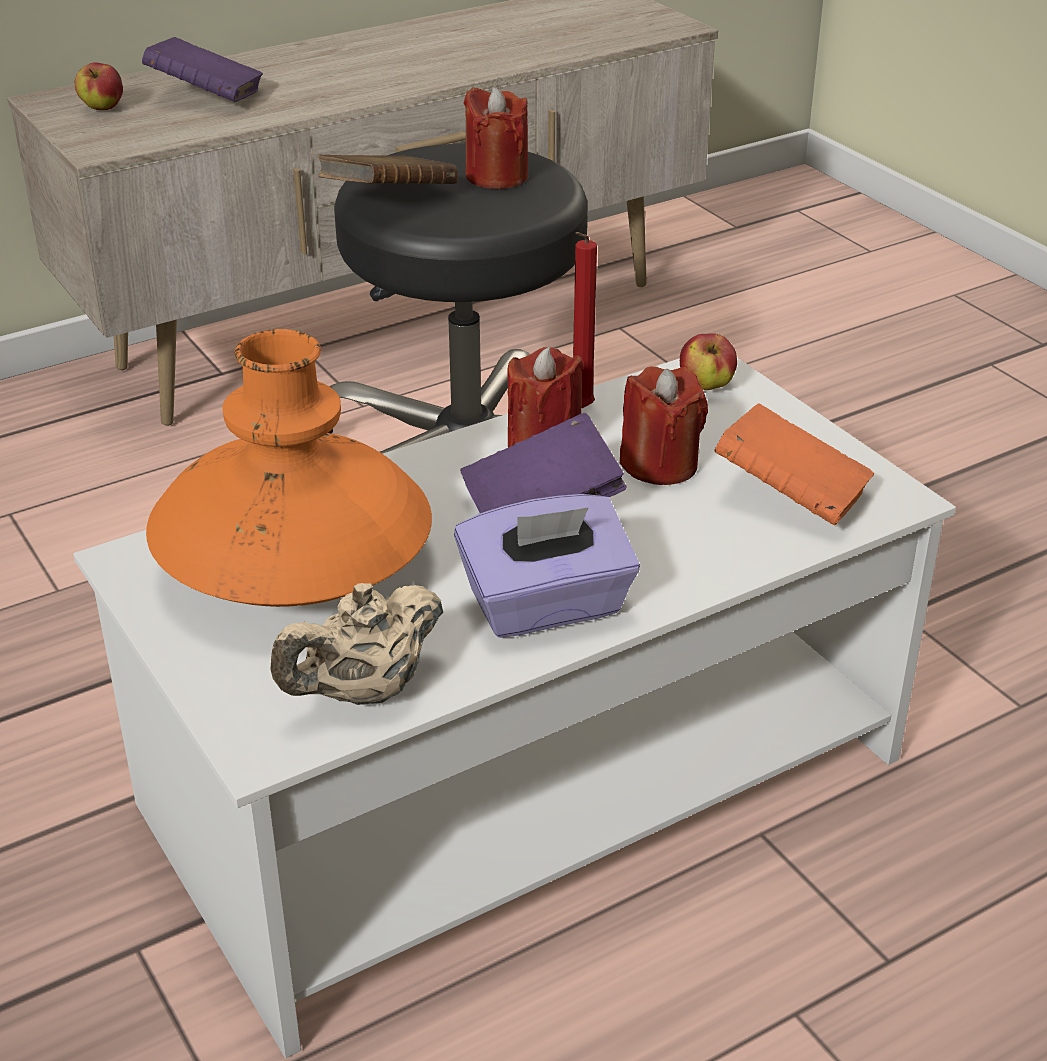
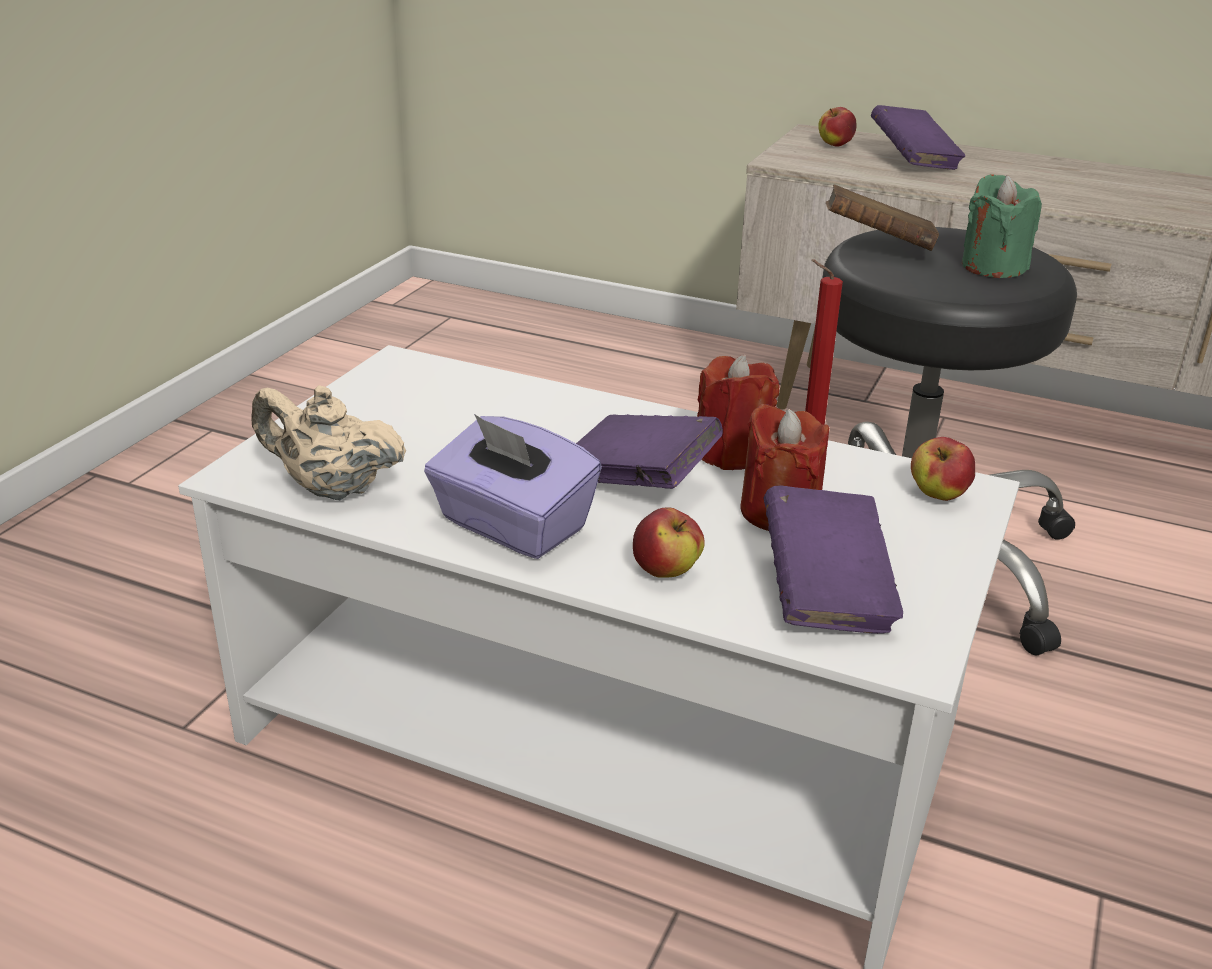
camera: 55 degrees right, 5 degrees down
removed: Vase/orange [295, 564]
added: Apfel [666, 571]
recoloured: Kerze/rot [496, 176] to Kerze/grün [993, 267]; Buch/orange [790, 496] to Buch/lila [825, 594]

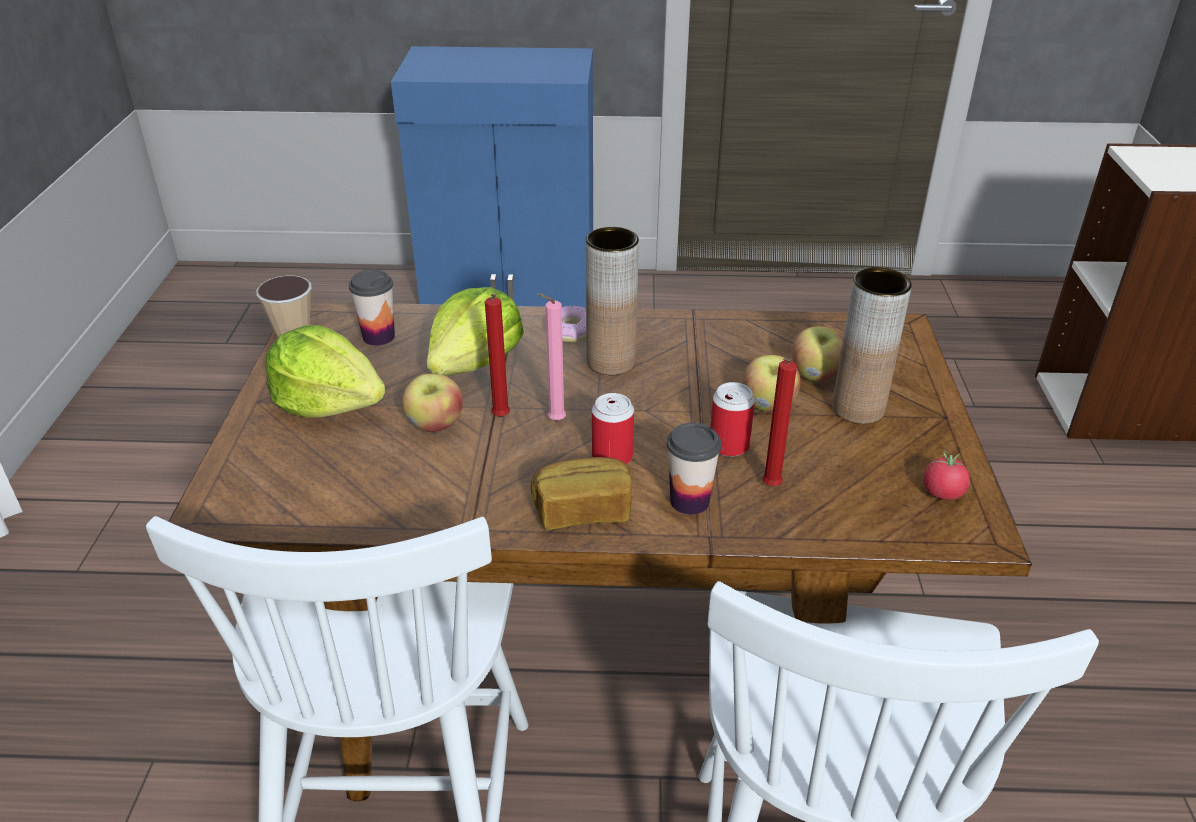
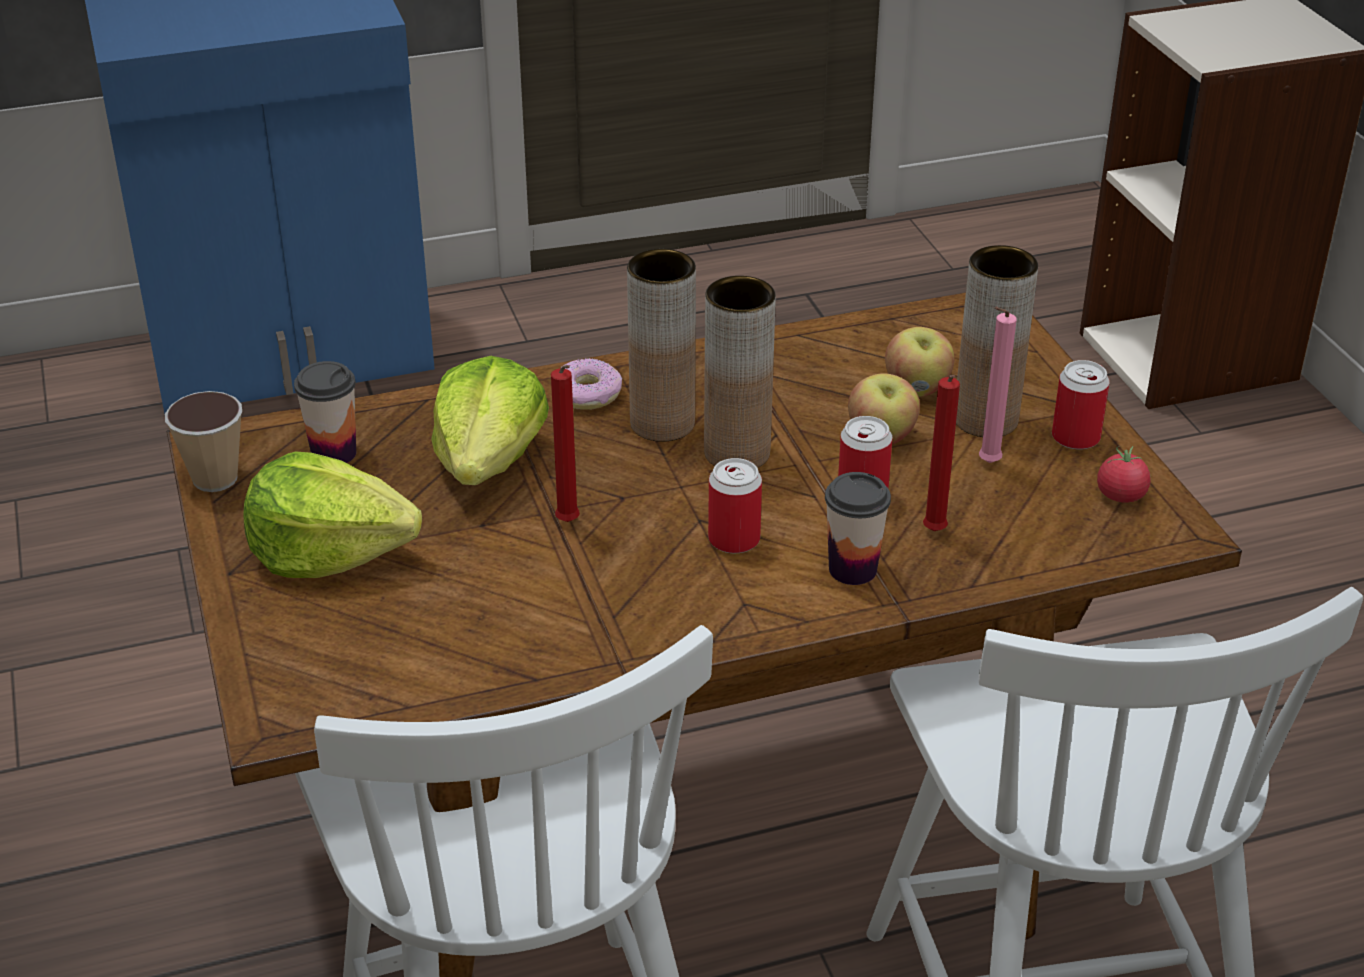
camera: 20 degrees left, 0 degrees up
removed: Apfel [435, 425]; Brot [583, 510]
added: Vase/braun [737, 453]; Dose [1075, 437]
moved: Kerze/rosa [553, 421] to [986, 464]

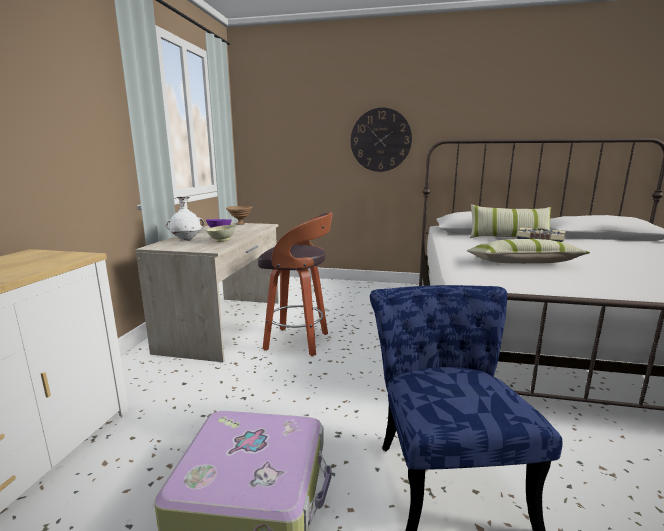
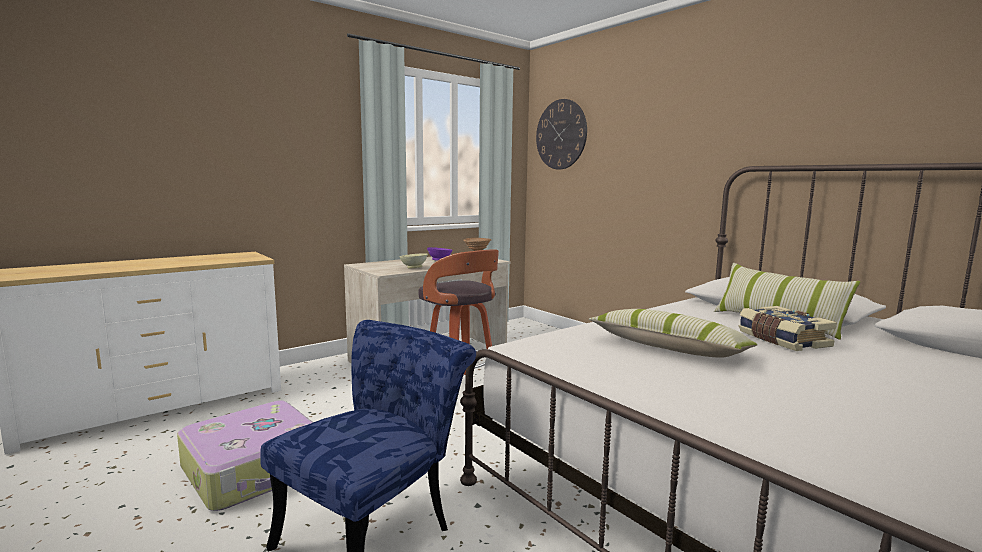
camera: 40 degrees right, 5 degrees down
removed: Vase/weiß [187, 240]
moved: Wanduhr [380, 140] to [561, 134]

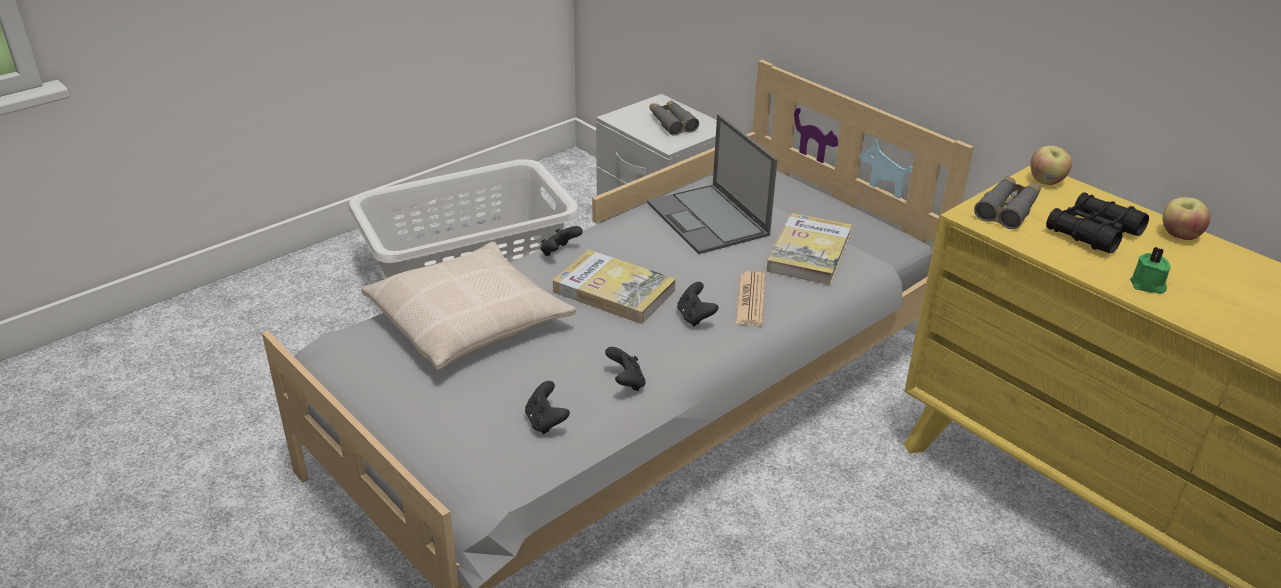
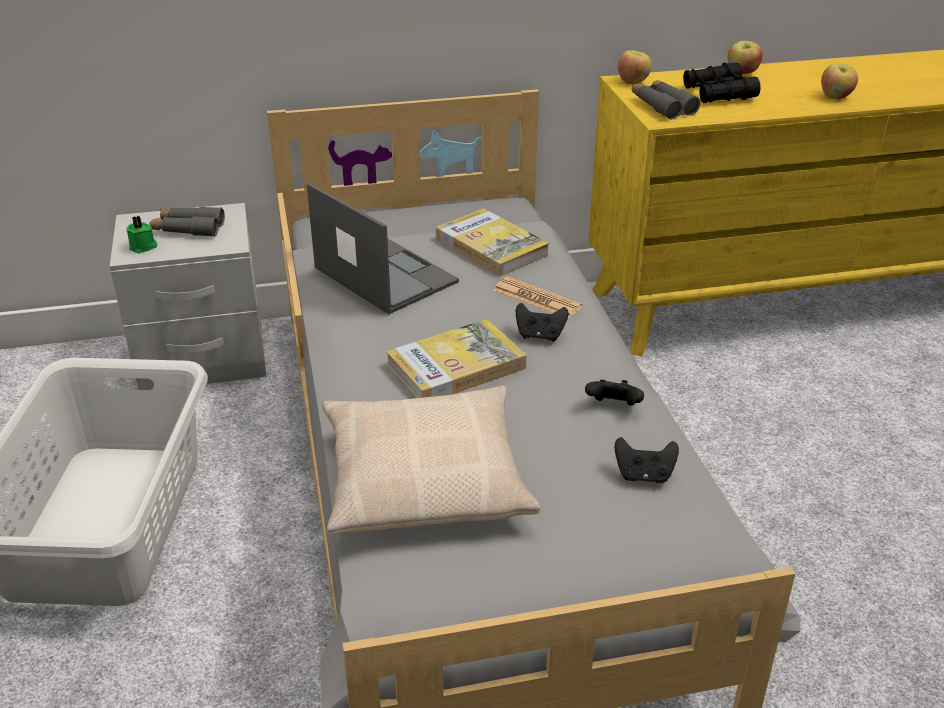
camera: 60 degrees left, 0 degrees up
removed: Gamepad/schwarz [559, 252]
added: Apfel [836, 97]
moved: Kerze/grün [1148, 286] to [143, 247]
turned: Laptop [708, 219] = [384, 274] 135 degrees counterclockwise

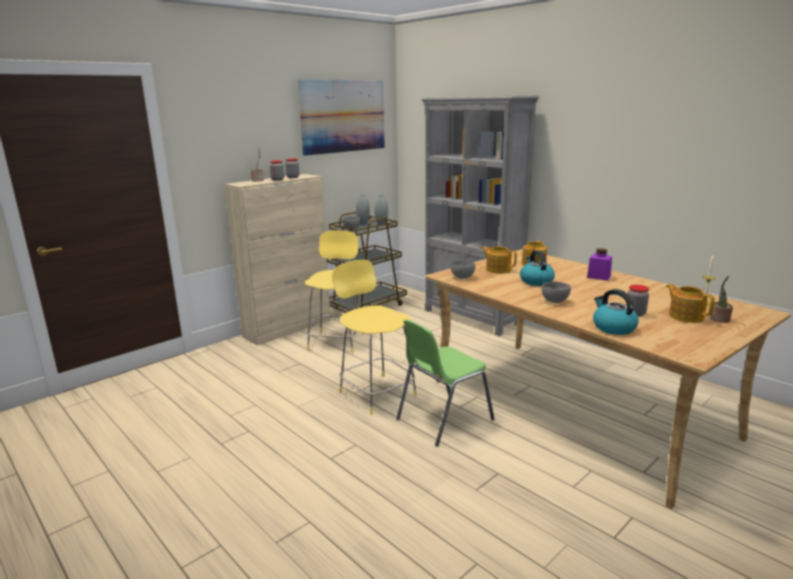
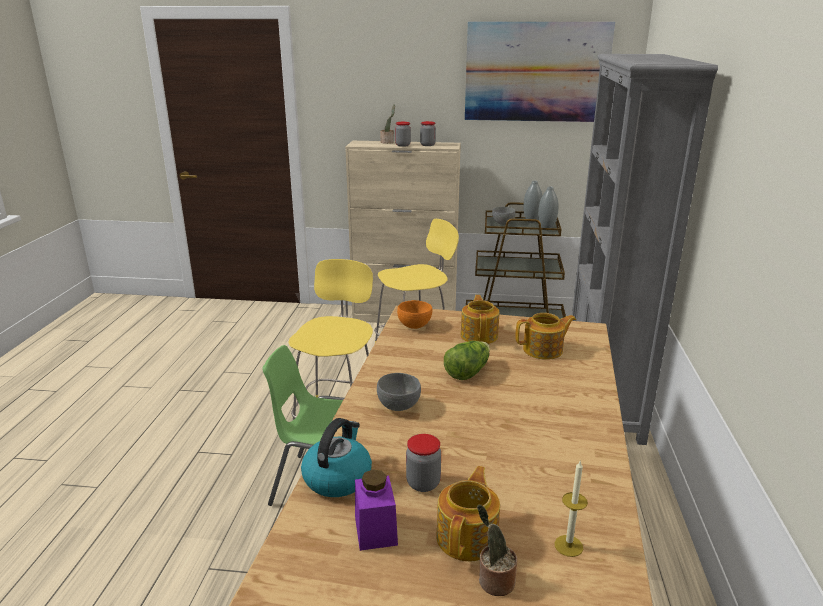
camera: 50 degrees right, 5 degrees up
moved: Vorratsglas/lila [598, 277] to [375, 530]
replaced: Wasserkessel [536, 281] to Salatkopf [467, 371]
recoloured: Schüssel/grau [462, 277] to Schüssel/orange [414, 326]

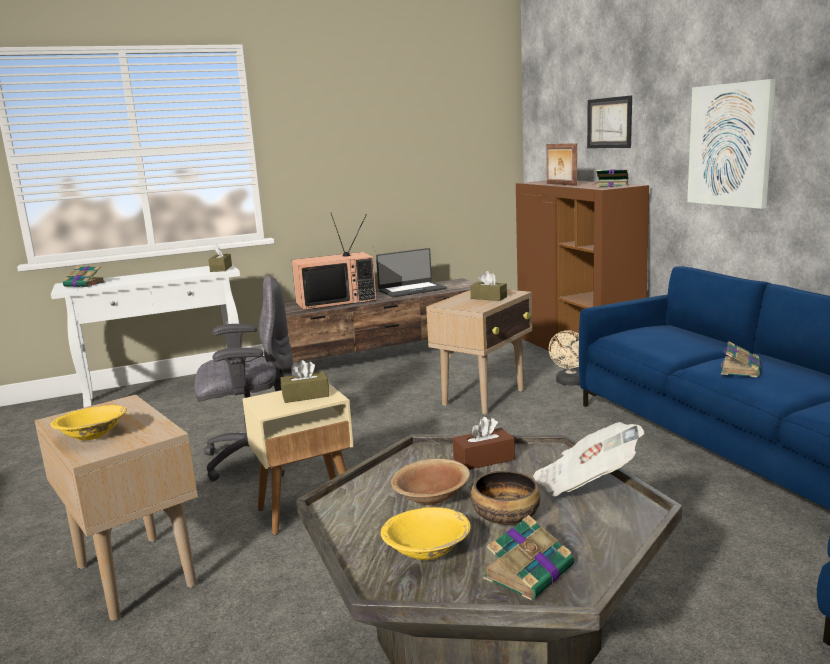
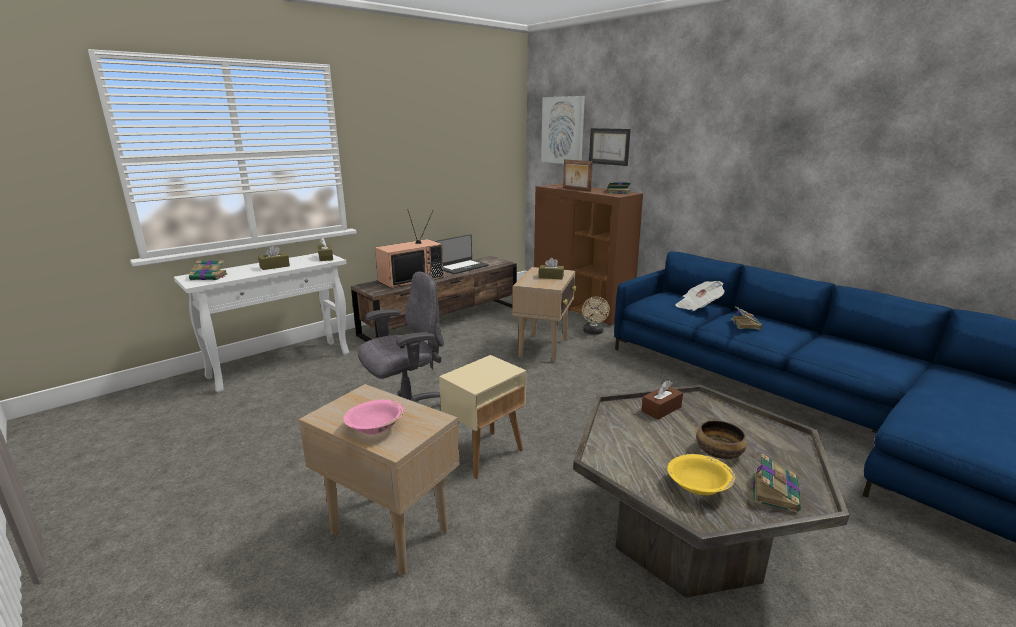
camera: 20 degrees left, 5 degrees up
removed: Schüssel/braun [431, 497]
moved: Taschentuchbox/braun [305, 396] to [274, 266]; Zeitung [585, 483] to [698, 306]; Bild [730, 145] to [563, 130]
recoloured: Schüssel/gelb [92, 435] to Schüssel/rosa [375, 428]

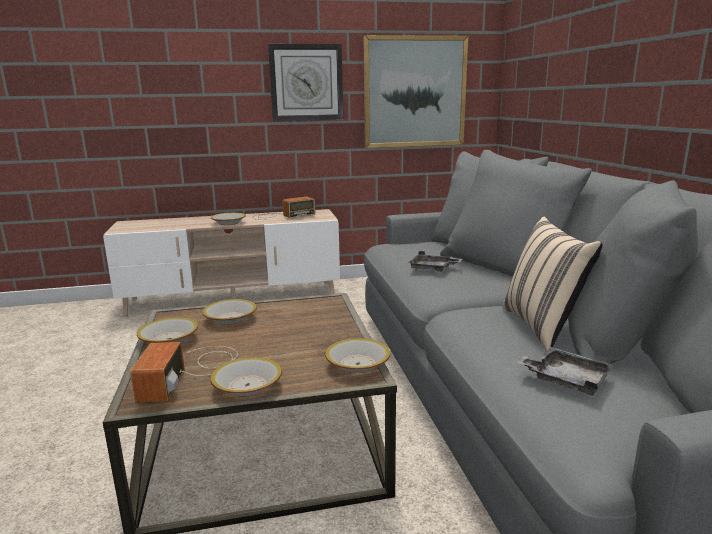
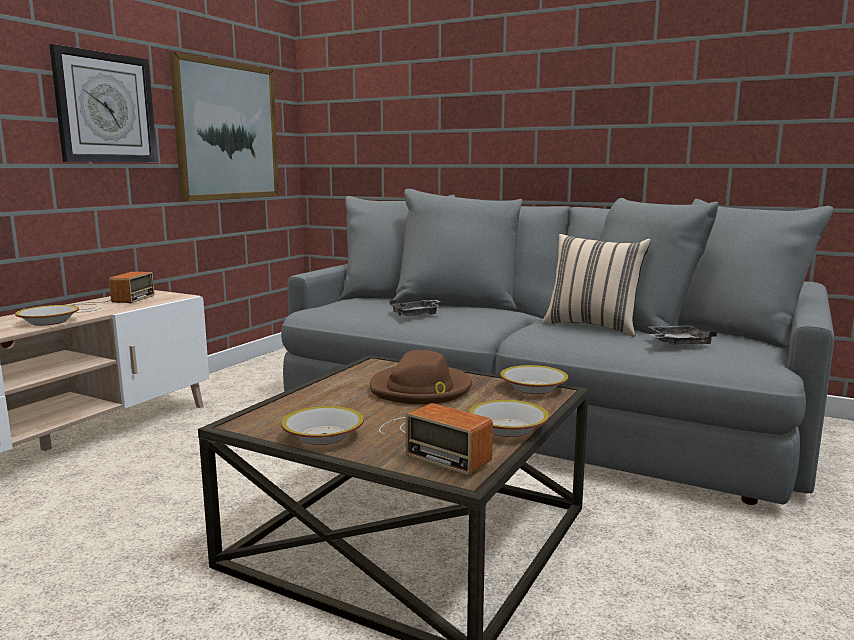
camera: 50 degrees left, 5 degrees down
removed: Schüssel [230, 319]
added: Hut/braun [421, 389]

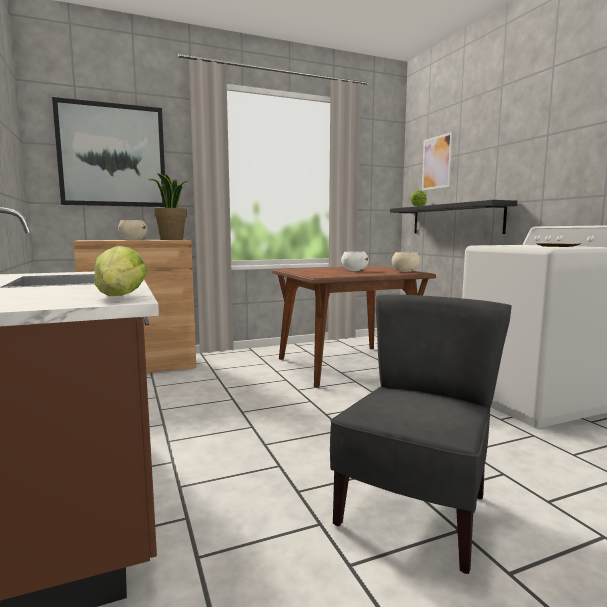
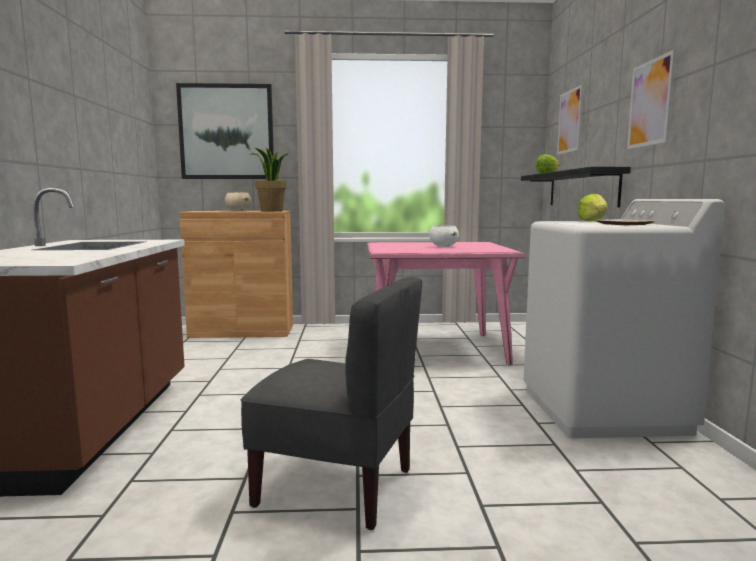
camera: 20 degrees right, 0 degrees up
removed: Schüssel/beige [405, 271]
added: Bild [650, 103]
moved: Salatkopf [120, 297] to [593, 221]
recoloured: Esstisch/braun [347, 365] to Esstisch/rosa [435, 349]
turned: Stuhl/grau [415, 512] = [337, 486] 60 degrees clockwise

